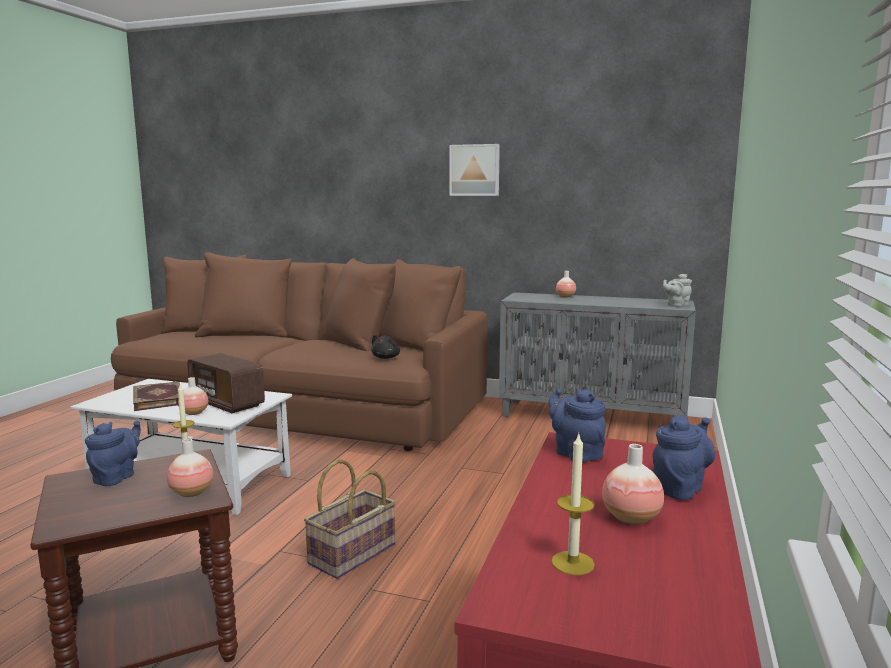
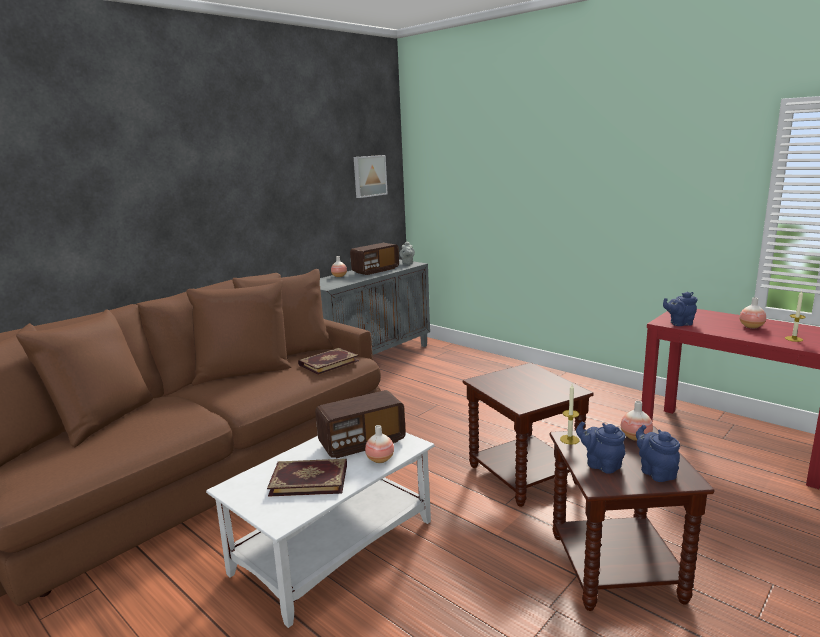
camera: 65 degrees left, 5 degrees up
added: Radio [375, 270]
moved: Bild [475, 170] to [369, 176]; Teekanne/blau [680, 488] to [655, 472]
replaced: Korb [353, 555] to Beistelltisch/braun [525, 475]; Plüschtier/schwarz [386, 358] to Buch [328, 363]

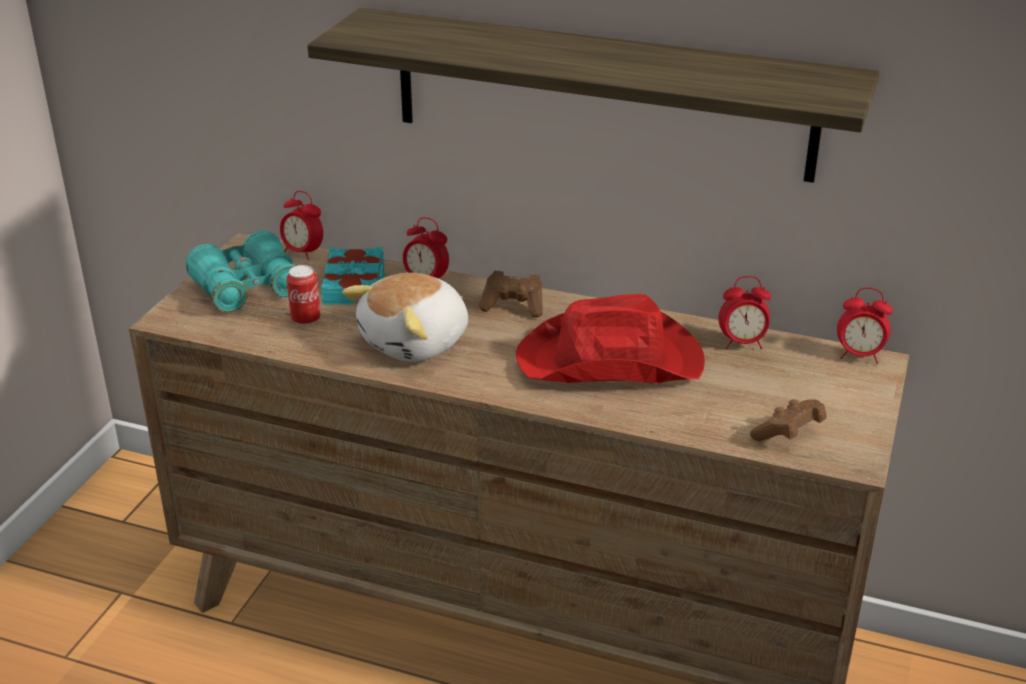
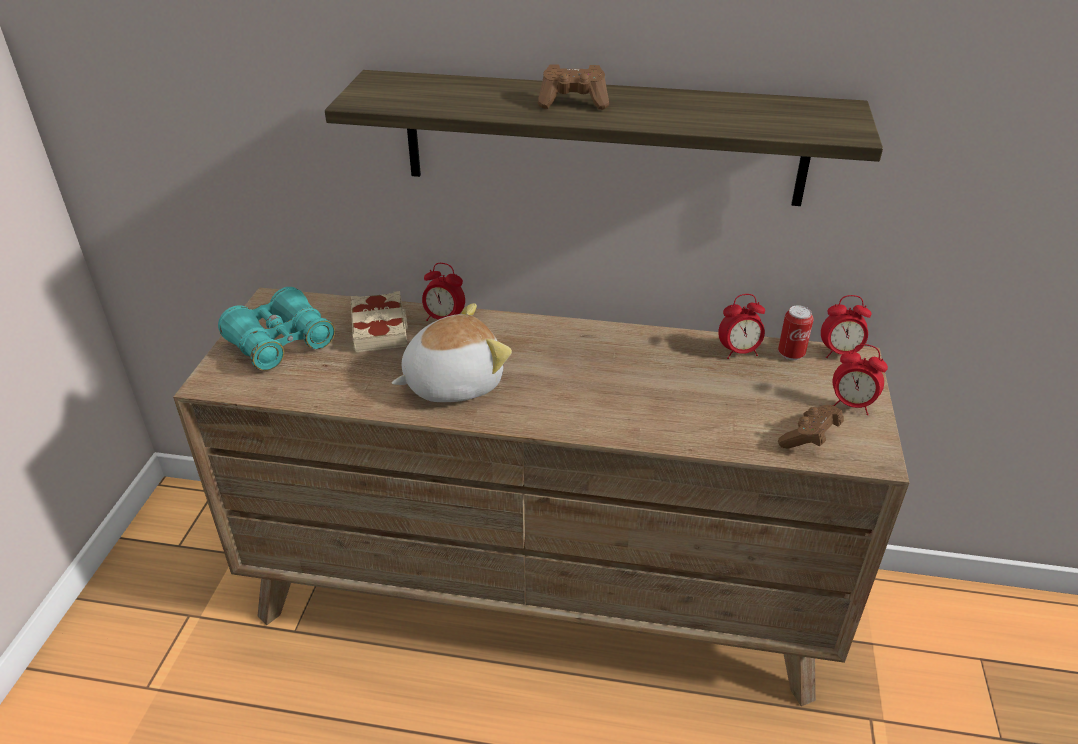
camera: 10 degrees left, 5 degrees up
removed: Hut/rot [612, 361]
moved: Wecker [303, 253] to [851, 405]; Dose [306, 320] to [791, 354]; Gamepad/braun [514, 306] to [573, 102]
recoloured: Buch/türkis [355, 284] to Buch/beige [380, 328]
turned: Plüschtier [416, 342] = [452, 382] 150 degrees counterclockwise

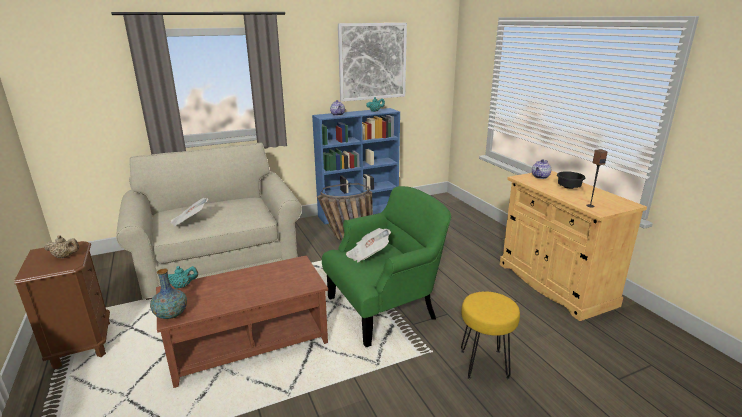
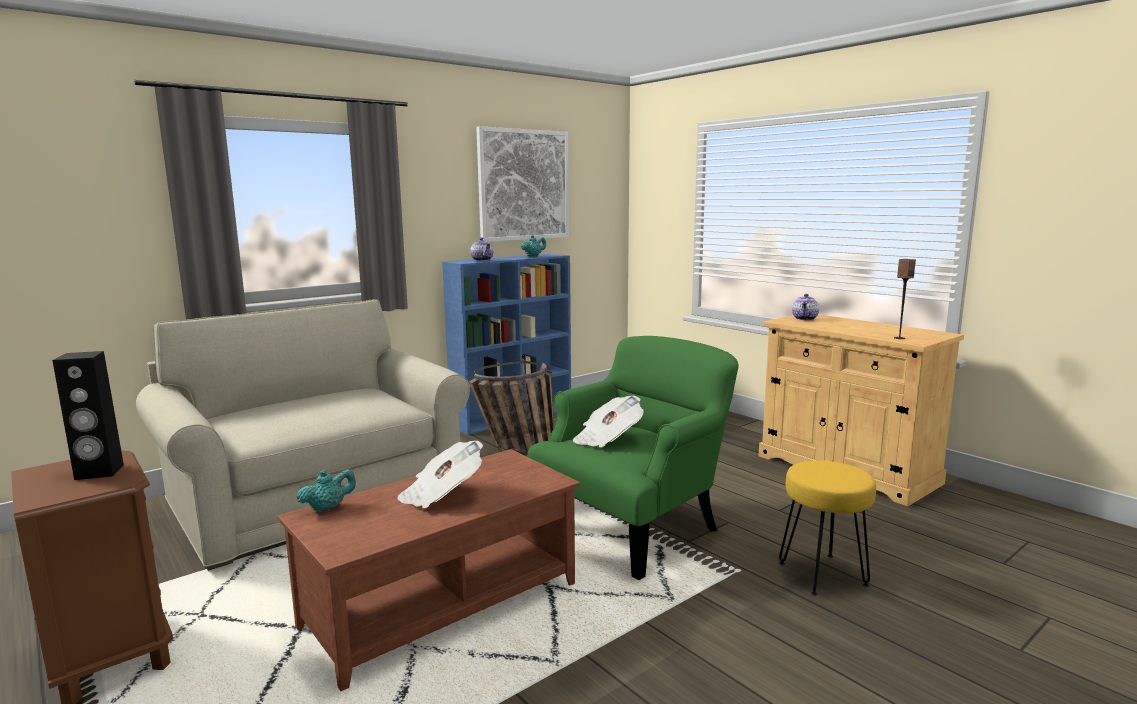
camera: 15 degrees left, 10 degrees down
removed: Vase [171, 315]; Schüssel/schwarz [568, 187]
moved: Zeitung [190, 221] to [441, 495]
replaced: Teekanne/beige [65, 256] to Lautsprecher/schwarz [99, 472]

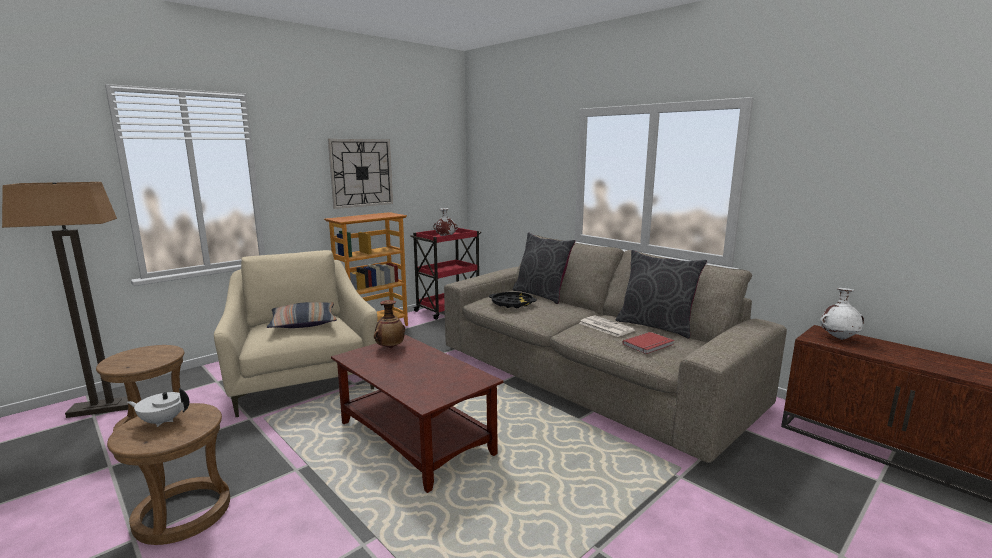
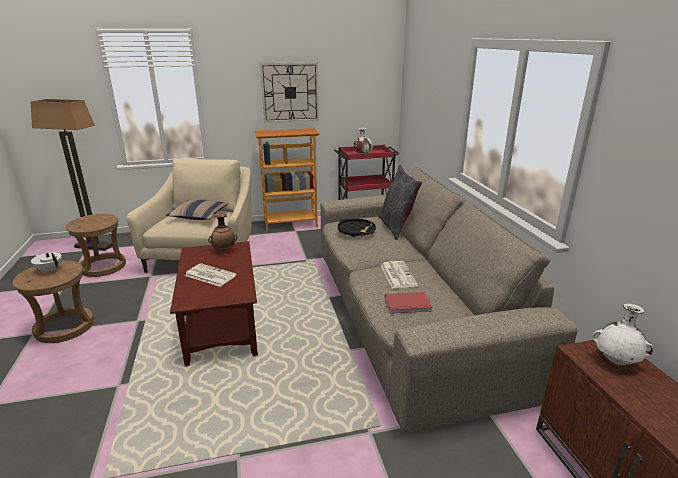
camera: 30 degrees right, 10 degrees up
removed: Kissen/grau [656, 326]
added: Zeitung [209, 275]

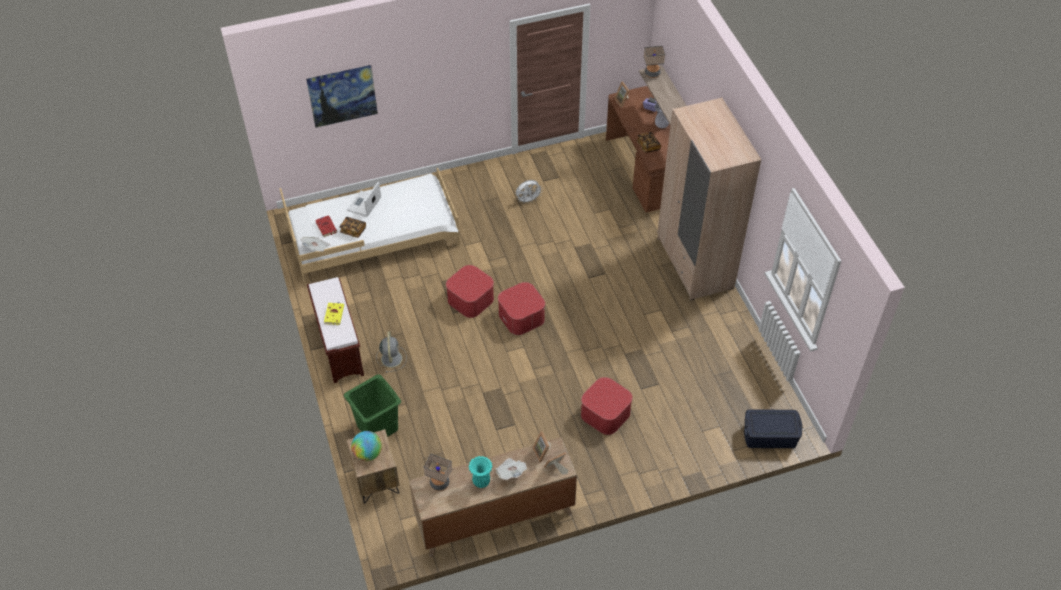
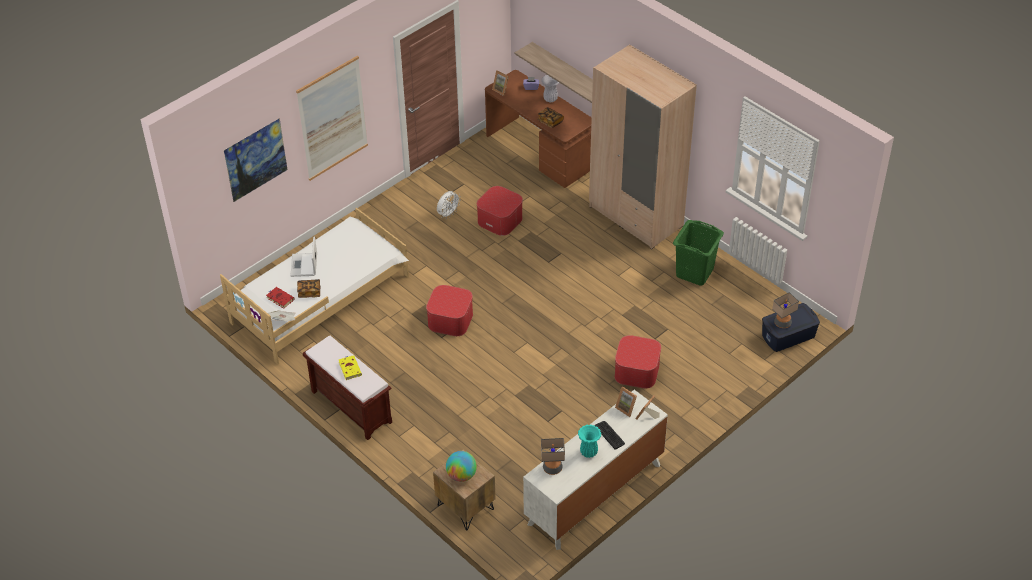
camera: 25 degrees left, 5 degrees down
removed: Ventilator/grau [391, 358]
added: Bild [332, 118]
moved: Wäschekorb/grün [377, 427] to [694, 272]; Polsterhocker [521, 316] to [500, 219]; Tischlampe [652, 74] to [782, 323]
replaced: Zeitung [511, 472] to Tastatur [609, 435]
recoloured: Kommode/braun [494, 518] to Kommode/weiß [594, 494]

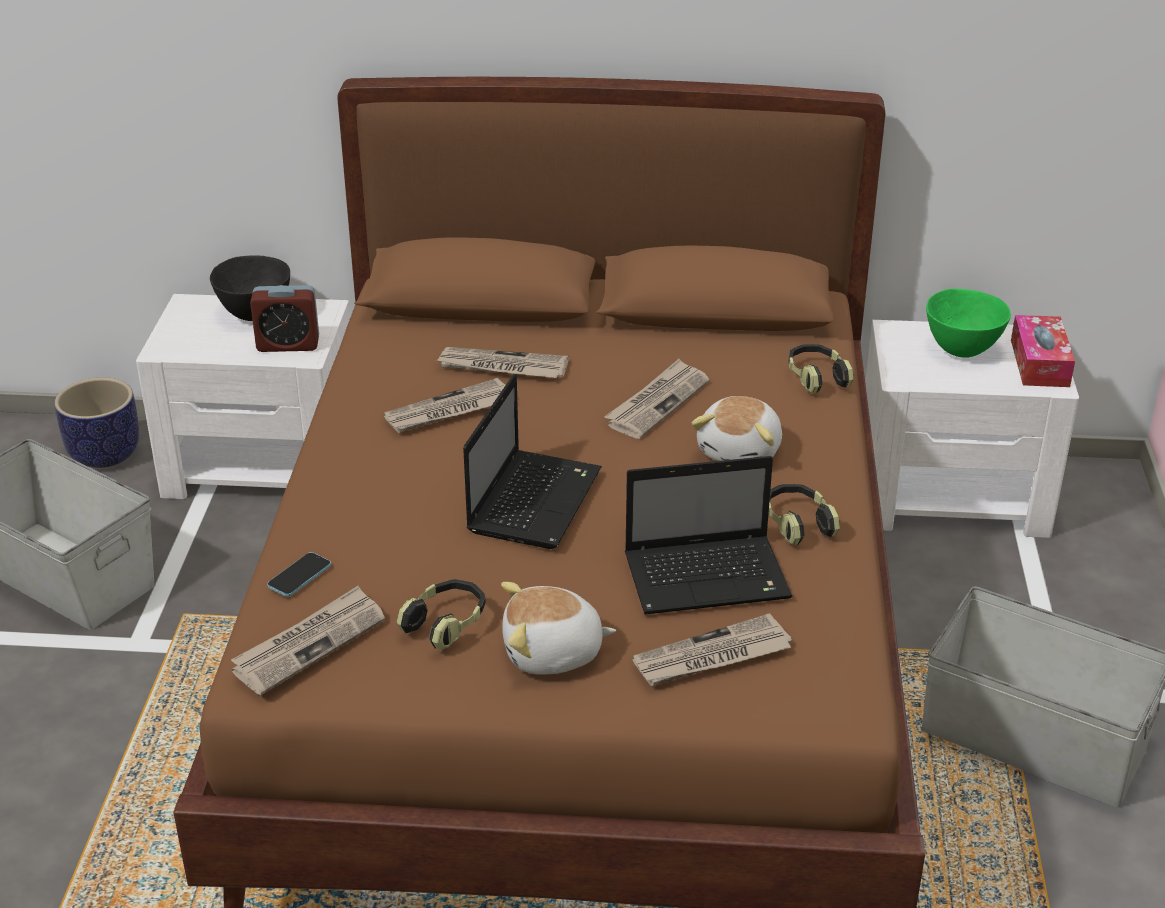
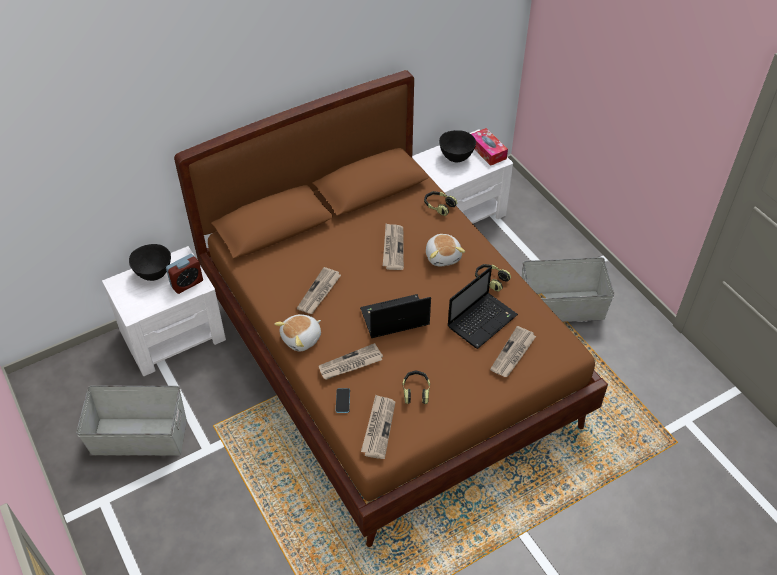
camera: 35 degrees left, 15 degrees up
removed: Pflanzkübel [105, 453]
moved: Zeitung [502, 367] to [350, 364]; Plüschtier [553, 653] to [302, 339]
recoloured: Schüssel/grün [961, 351] to Schüssel/schwarz [456, 158]
turned: Laptop [534, 499] = [393, 318] 90 degrees counterclockwise

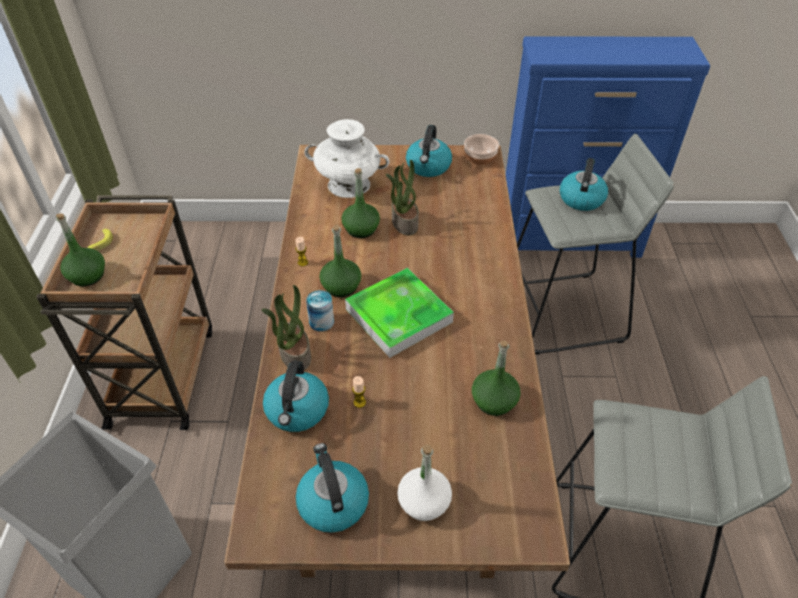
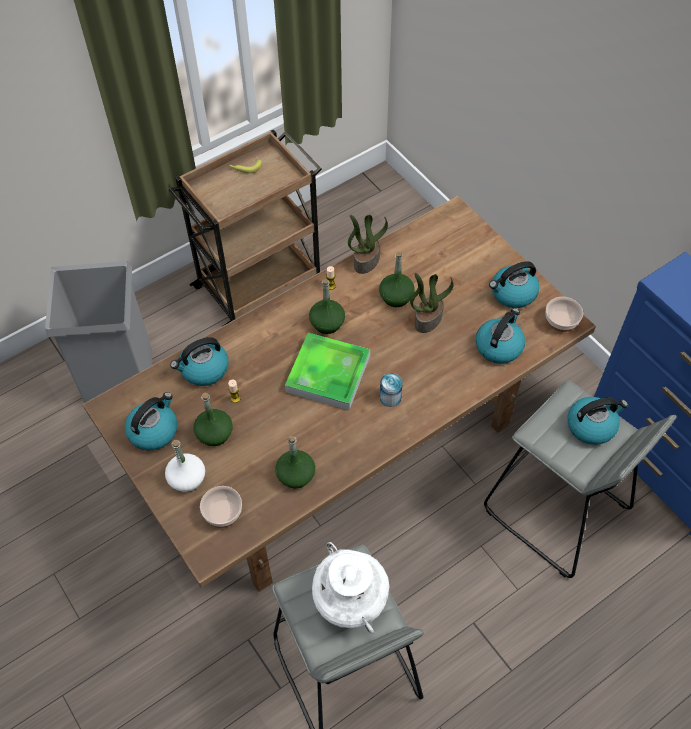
camera: 55 degrees right, 10 degrees up
added: Schüssel [223, 513]; Wasserkessel [499, 346]
moved: Flasche/grün [87, 275] to [215, 433]; Topfpflanze [294, 354] to [366, 260]; Vase/weiß [348, 185] to [350, 601]; Dose [321, 322] to [390, 397]

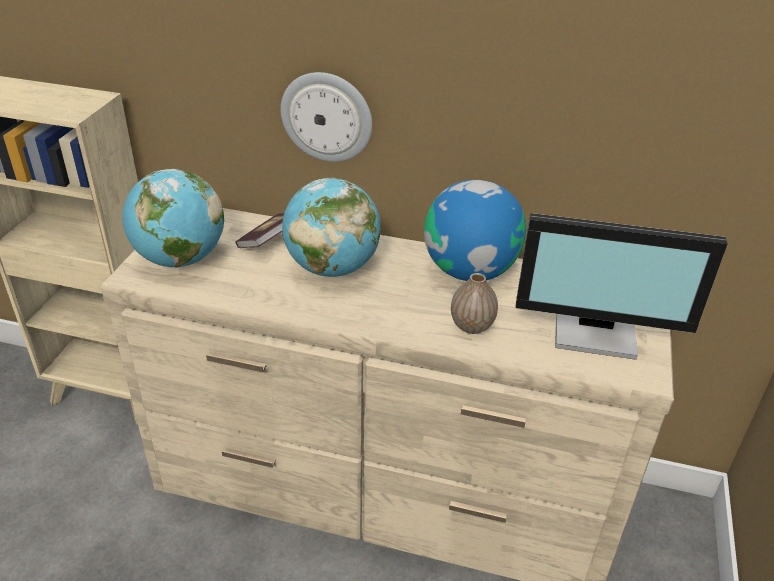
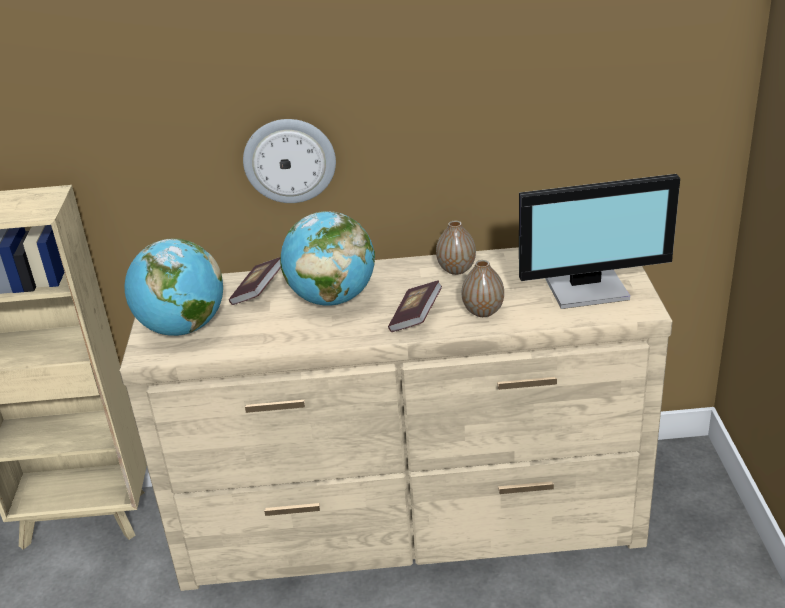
camera: 15 degrees left, 5 degrees down
added: Buch [415, 318]
replaced: Globus [470, 270] to Vase [456, 269]

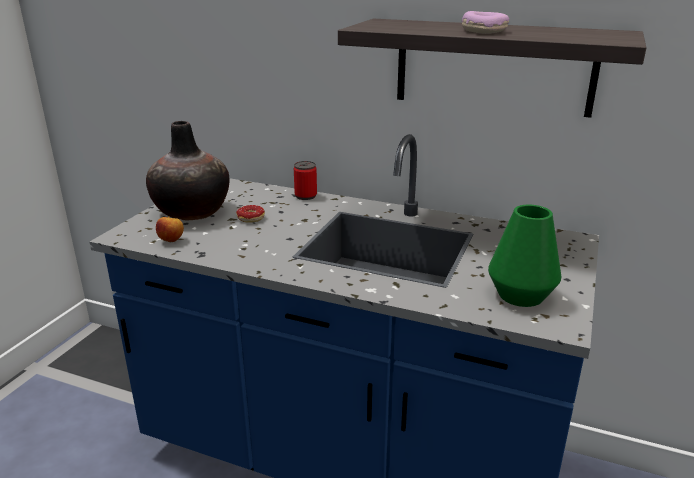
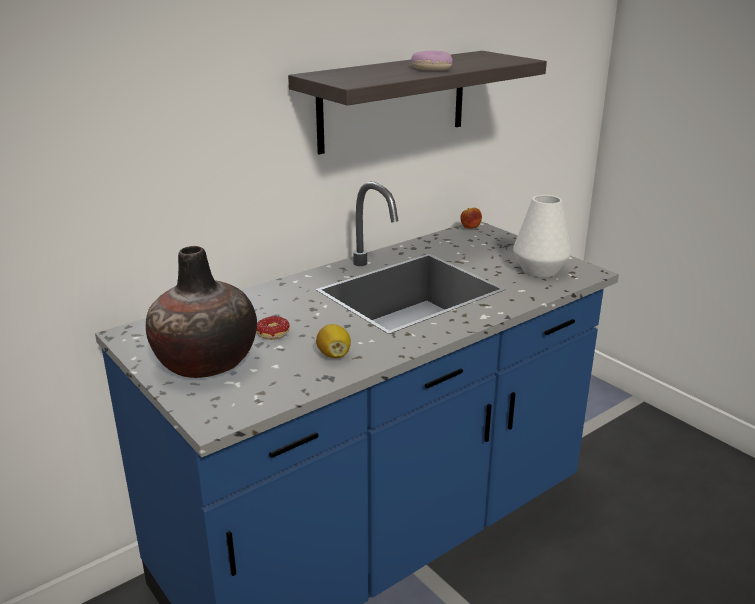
camera: 60 degrees left, 0 degrees up
removed: Dose [305, 196]
added: Zitrone [334, 355]
moved: Apfel [172, 240] to [470, 228]
recoloured: Vase/grün [521, 295] to Vase/weiß [539, 270]

